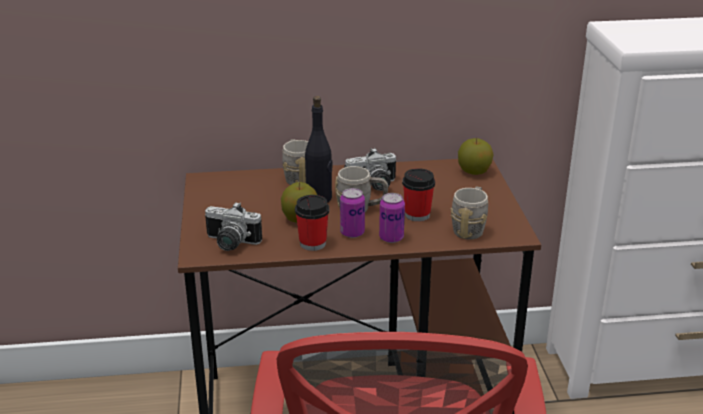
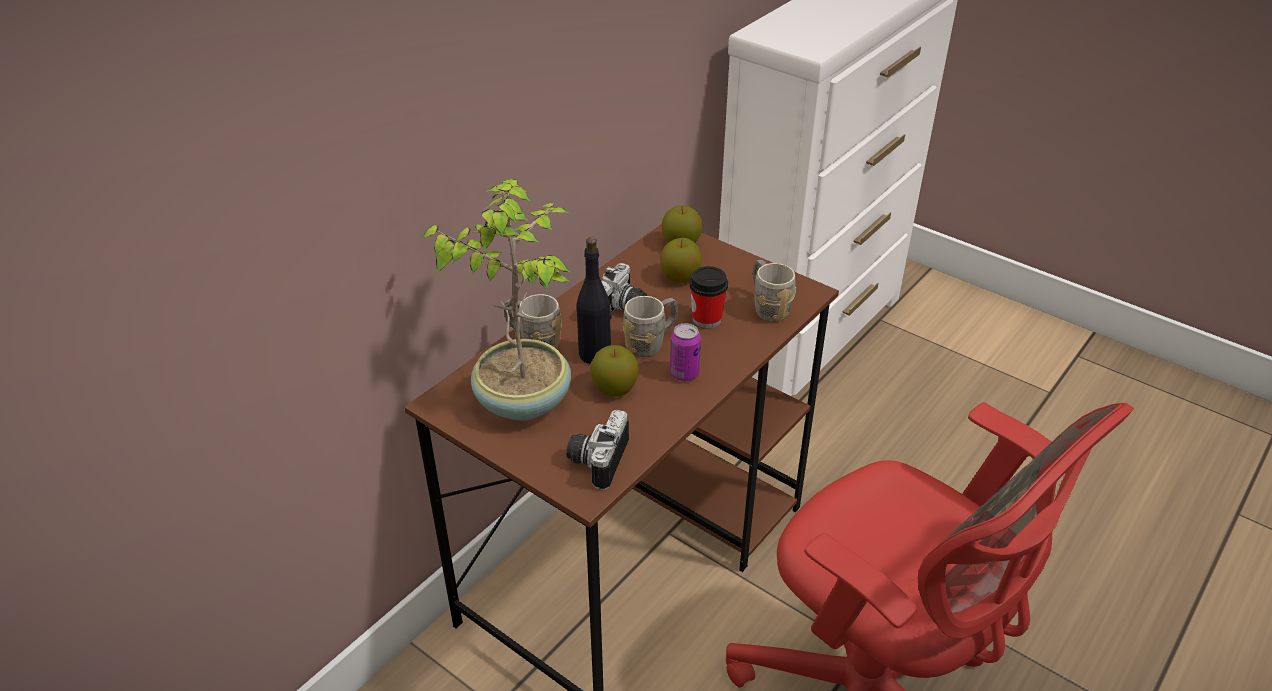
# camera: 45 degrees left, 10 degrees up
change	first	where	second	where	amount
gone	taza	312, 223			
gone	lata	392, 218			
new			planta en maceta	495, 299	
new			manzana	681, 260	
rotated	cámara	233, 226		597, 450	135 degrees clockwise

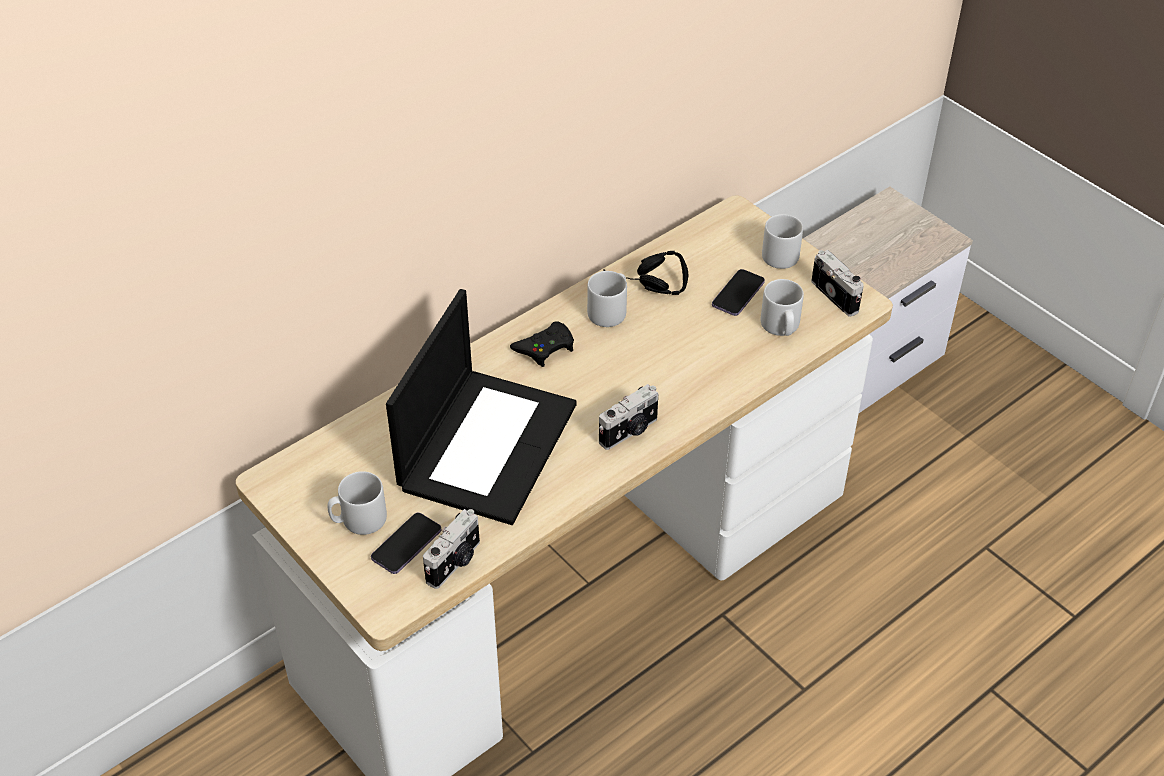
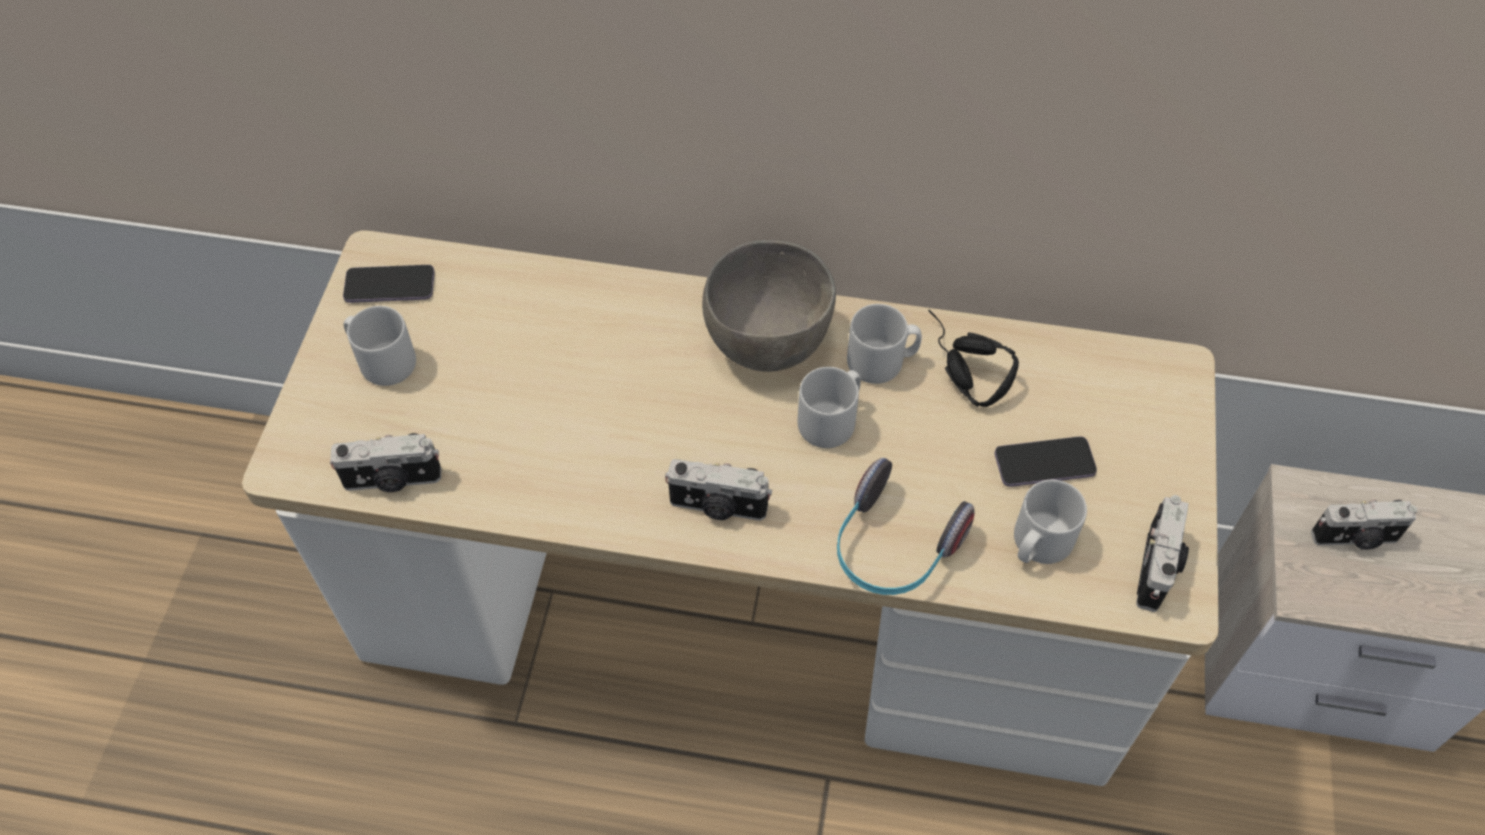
# camera: 50 degrees right, 10 degrees up
change	first	where	second	where	amount
gone	portátil	481, 407			
new			auriculares	905, 526	
new			cámara	1364, 525	
shifted	móvil	406, 543		389, 284	
shifted	taza grande (gris)	782, 241		829, 407	
swapped	mando de consola (negro)	542, 344	cuenco (gris)	769, 306	

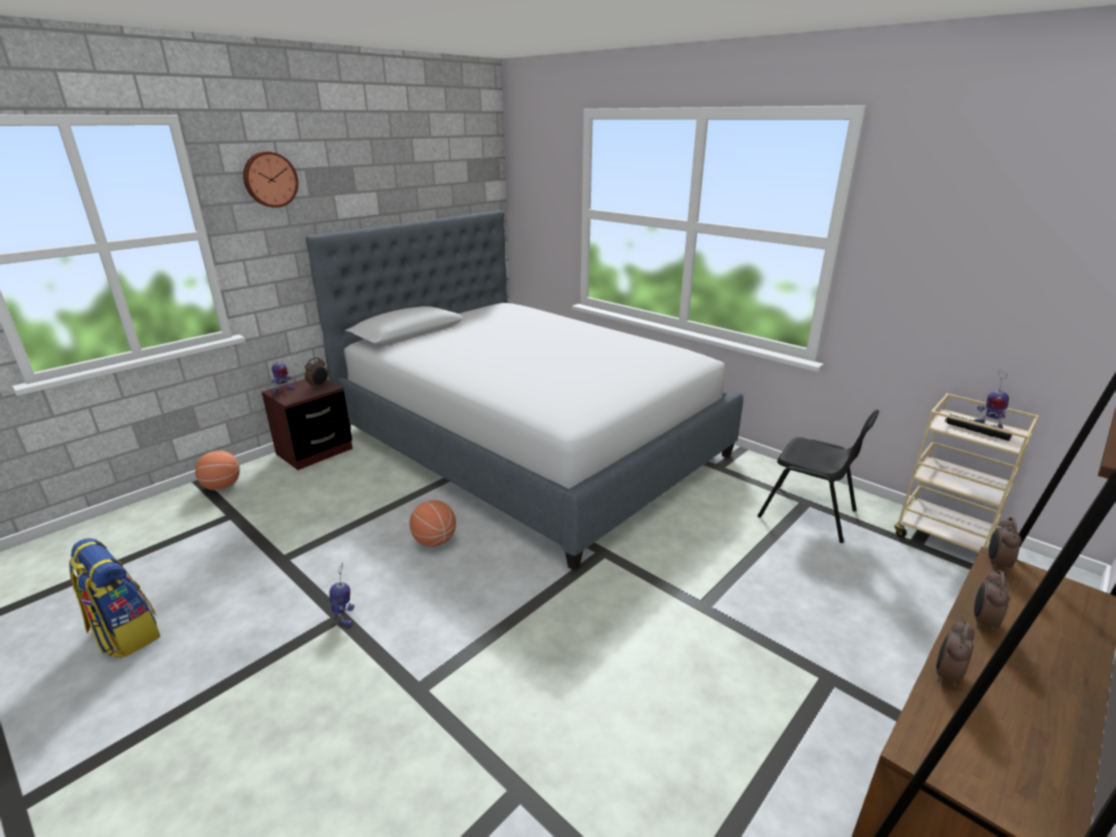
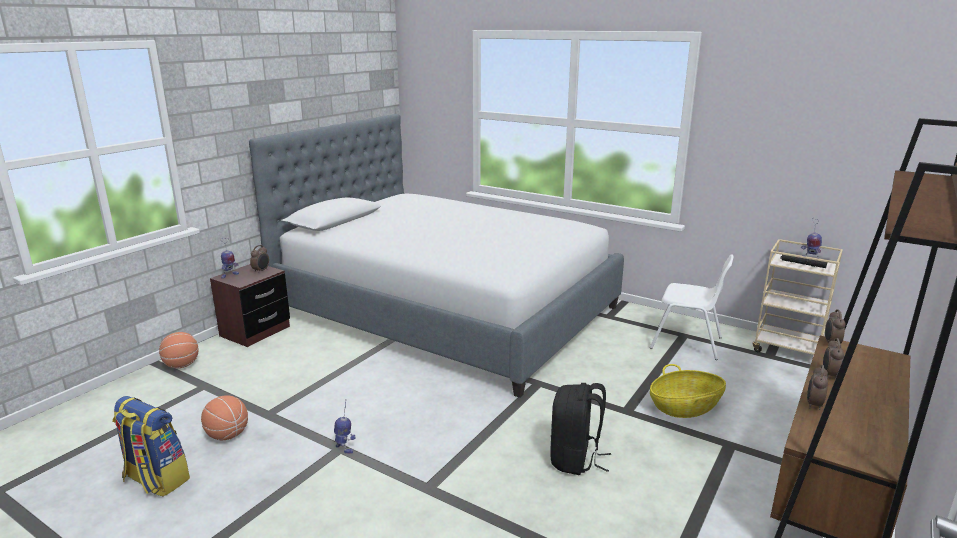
# camera: 10 degrees left, 5 degrees down
change	first	where	second	where	amount
gone	reloj de pared	270, 179			
new			mochila (negro)	580, 429	
new			cesta	688, 391	
shifted	balón de baloncesto	433, 523		224, 417	
repainted	silla (negro)	819, 476	silla (blanco)	692, 307	

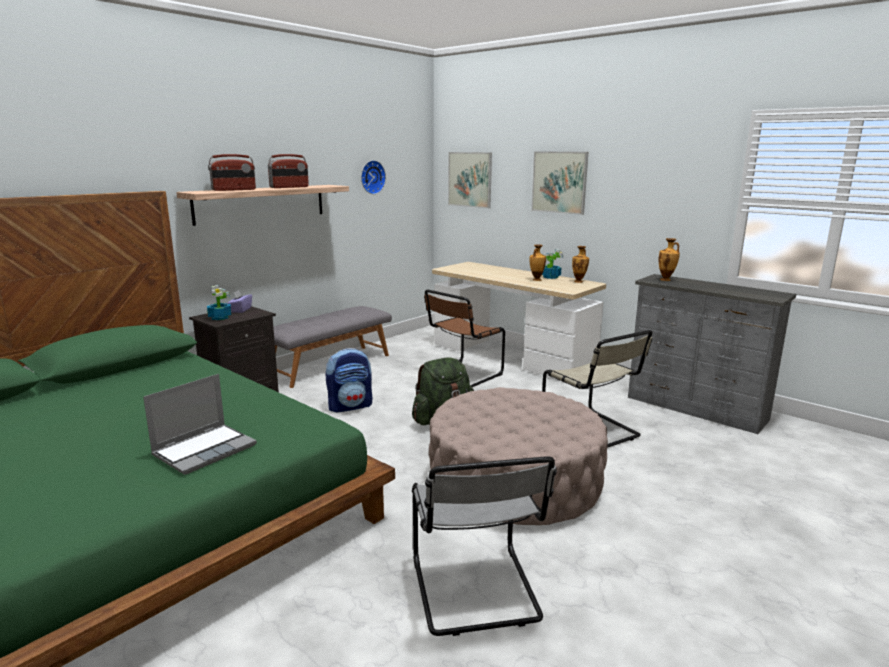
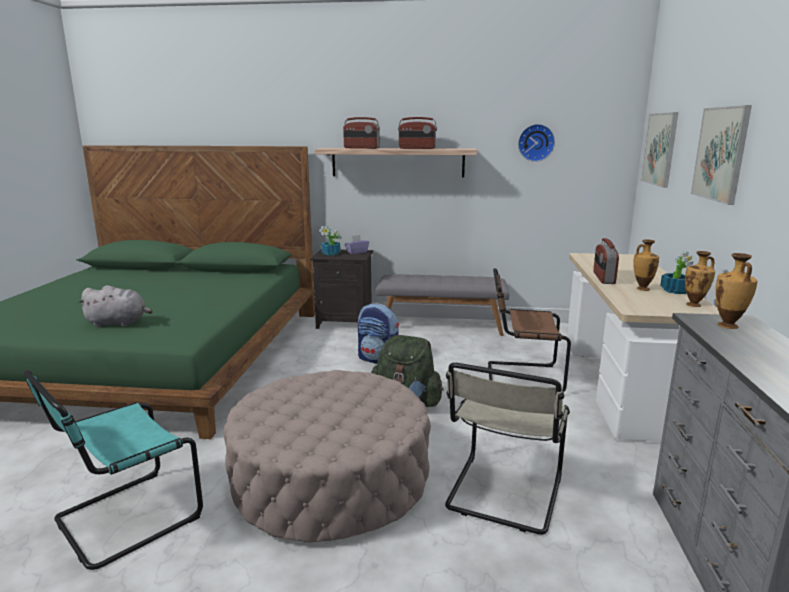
# camera: 55 degrees right, 0 degrees up
change	first	where	second	where	amount
new			radio	606, 261	
swapped	portátil	200, 424	peluche (gris)	115, 306	
repainted	silla (gris)	484, 546	silla (turquesa)	113, 470	

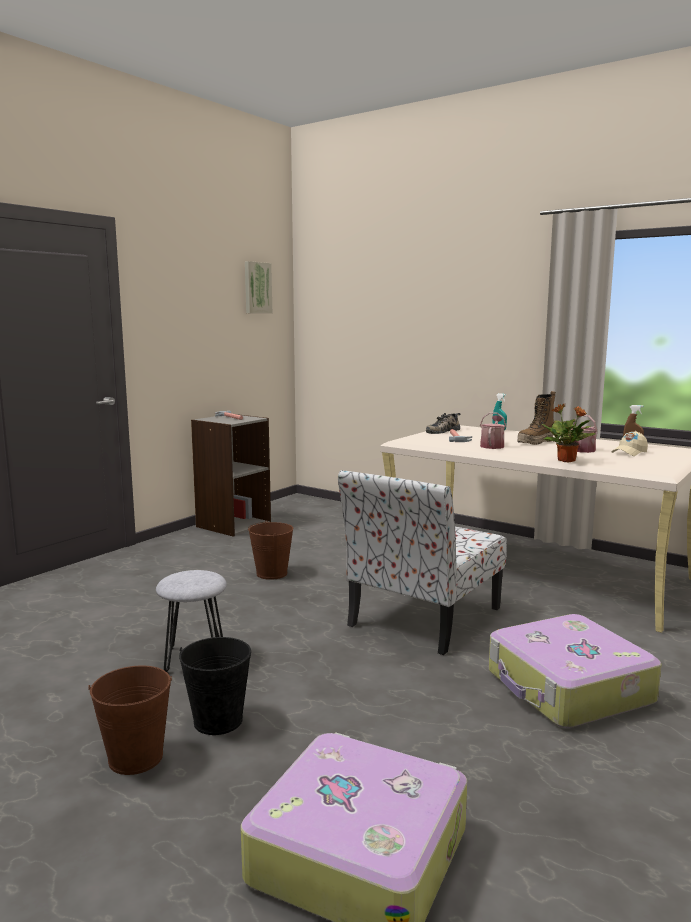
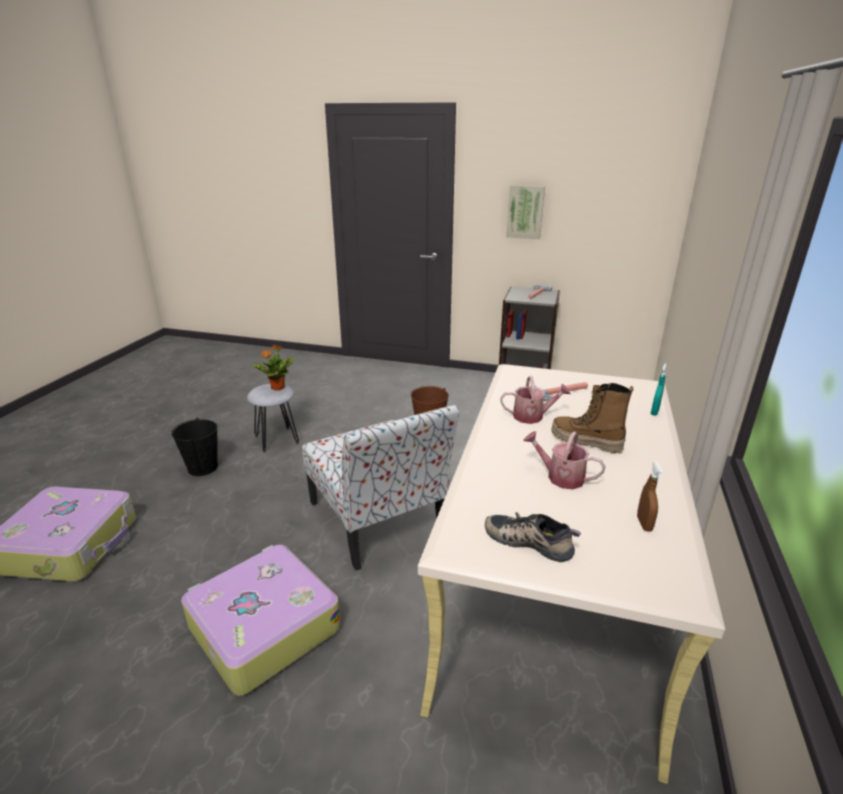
# camera: 70 degrees right, 15 degrees up
change	first	where	second	where	amount
gone	cubo (marrón)	130, 720			
gone	gorra (beis)	630, 443			
shifted	cuadro	258, 287		525, 212	
shifted	zapato	443, 423		533, 537	
shifted	planta en maceta	569, 433		273, 367	
rotated	silla	422, 562		380, 487	135 degrees counterclockwise

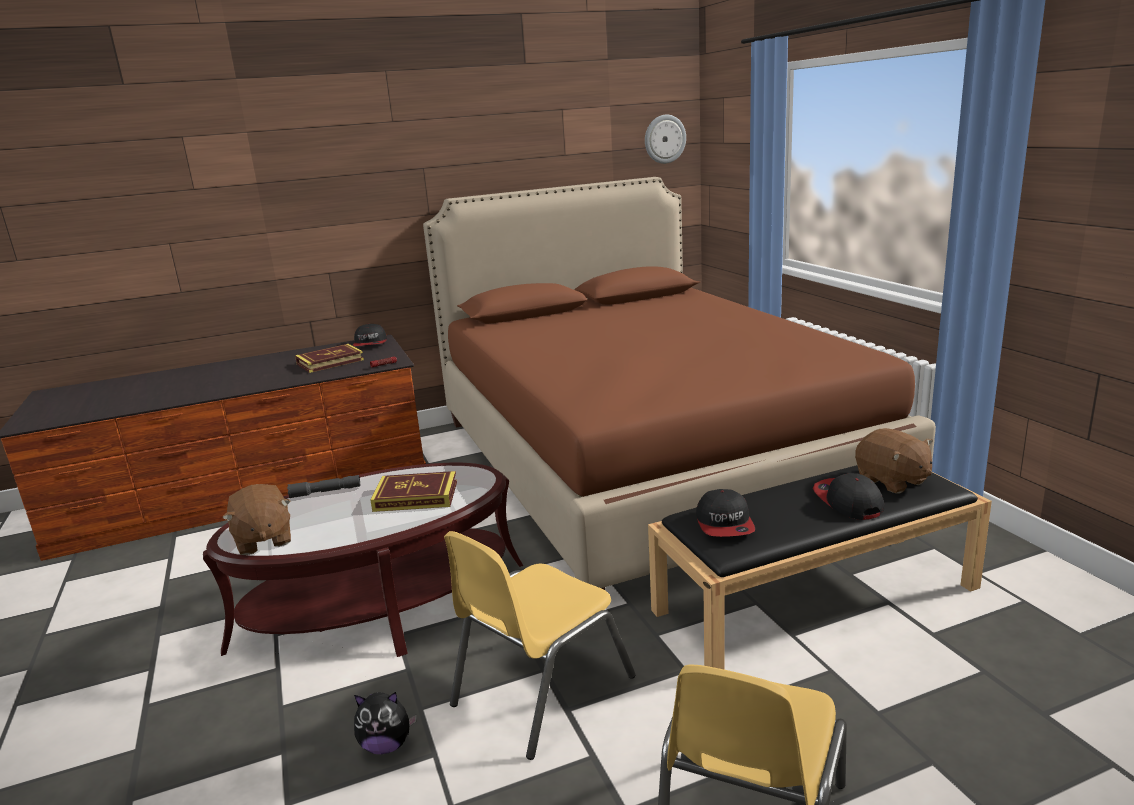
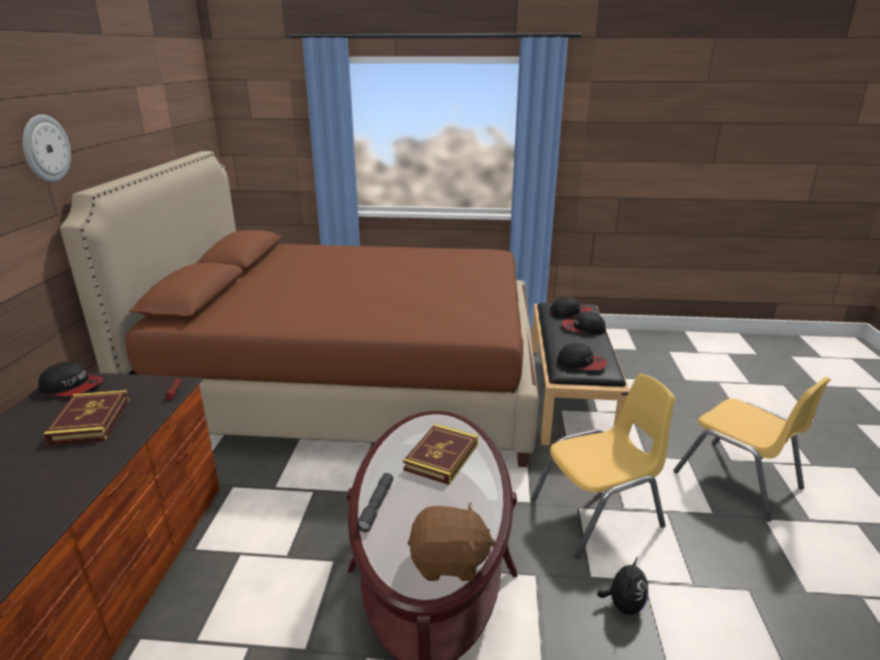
# camera: 65 degrees left, 5 degrees up
change	first	where	second	where	amount
shifted	reloj de pared	665, 139		47, 148	
swapped	peluche (marrón)	894, 461	gorra	571, 307	
rotated	silla (amarillo)	540, 645		603, 466	90 degrees counterclockwise

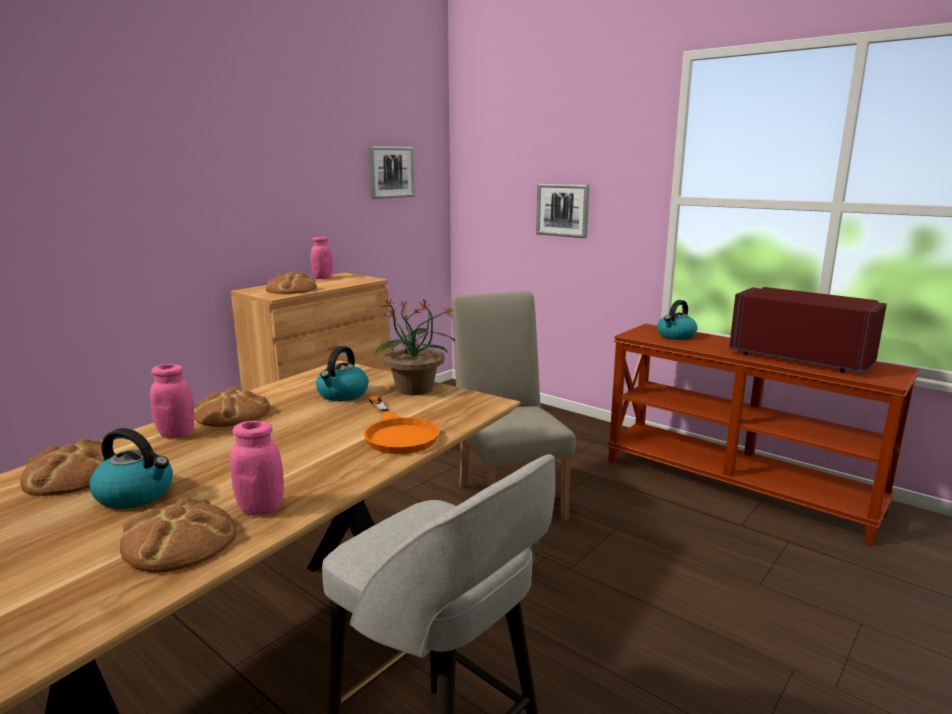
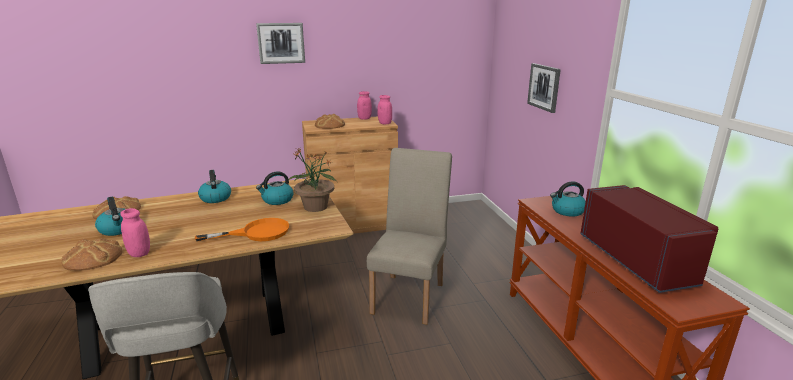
# camera: 35 degrees right, 5 degrees up
change	first	where	second	where	amount
shifted	tarro (rosa)	172, 401		385, 109	
shifted	cuadro	392, 172		280, 43	
swapped	pan	233, 406	hervidor	214, 186	
rotated	sartén (naranja)	402, 425		242, 229	120 degrees counterclockwise

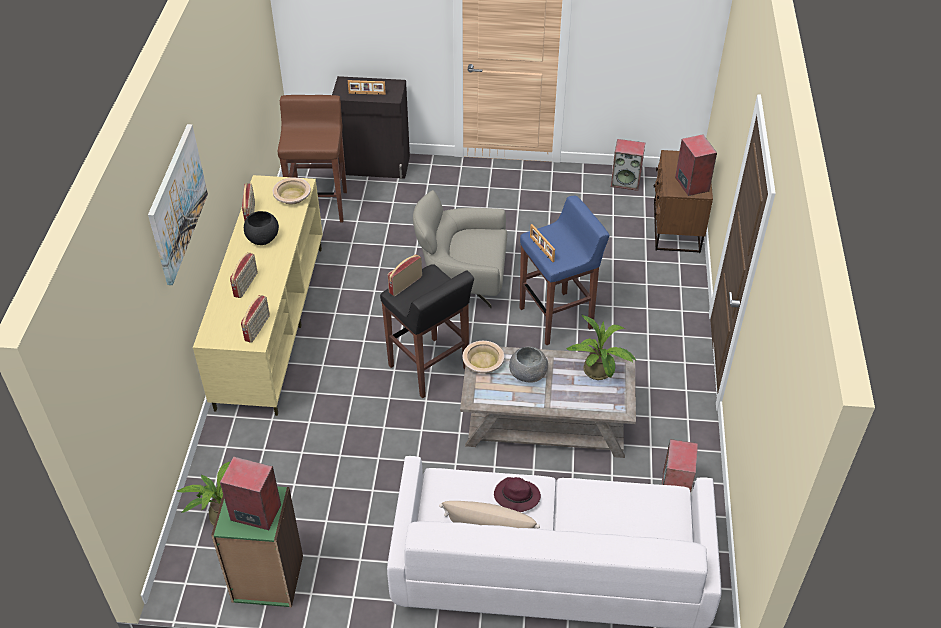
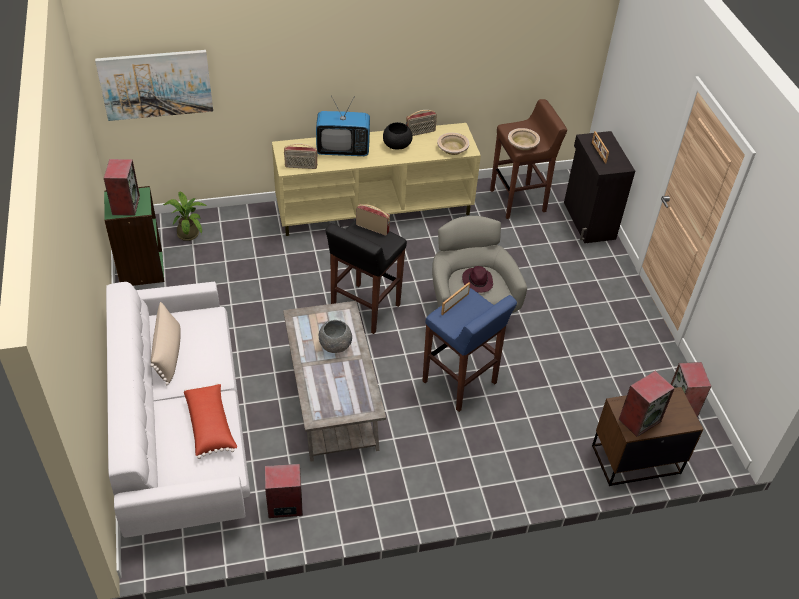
# camera: 70 degrees right, 0 degrees up
change	first	where	second	where	amount
gone	planta en maceta	601, 347			
new			cojín (rojo)	210, 421	
shifted	cuadro	178, 204		154, 85	
shifted	cuenco (beis)	483, 357		524, 139	
shifted	sombrero (morado)	517, 494		477, 279	
swapped	radio	244, 275	televisor	343, 126	

